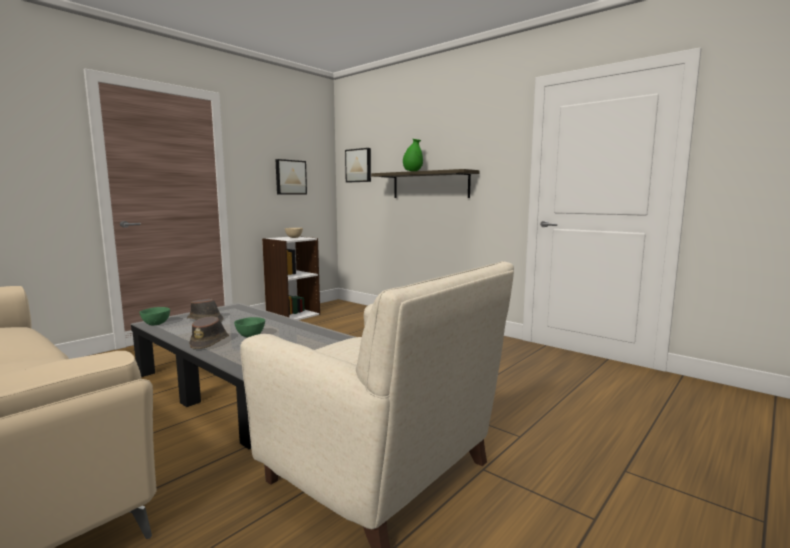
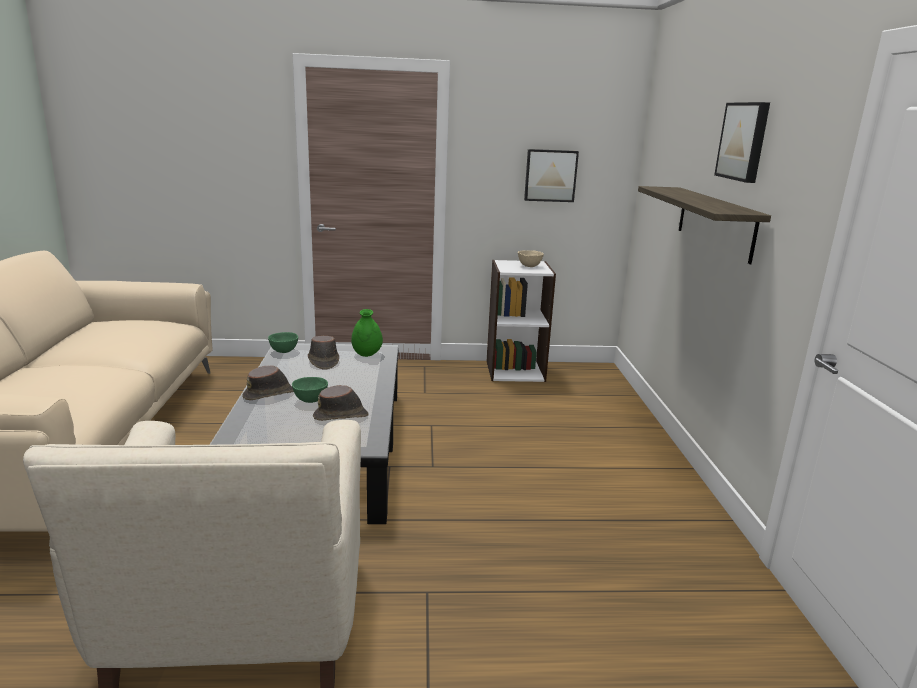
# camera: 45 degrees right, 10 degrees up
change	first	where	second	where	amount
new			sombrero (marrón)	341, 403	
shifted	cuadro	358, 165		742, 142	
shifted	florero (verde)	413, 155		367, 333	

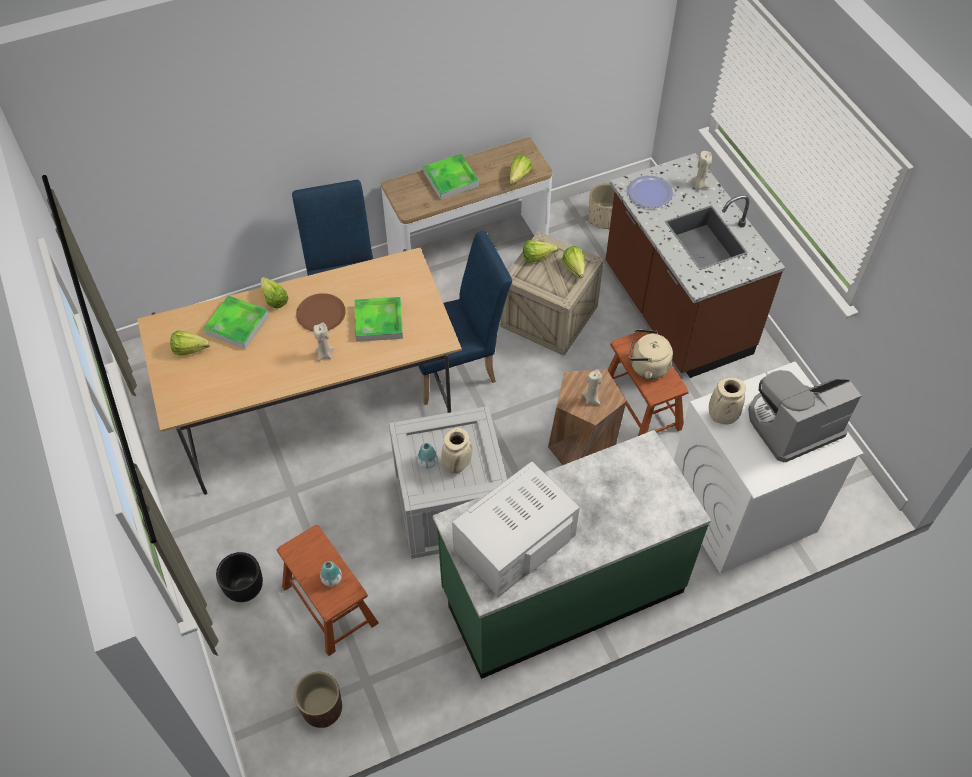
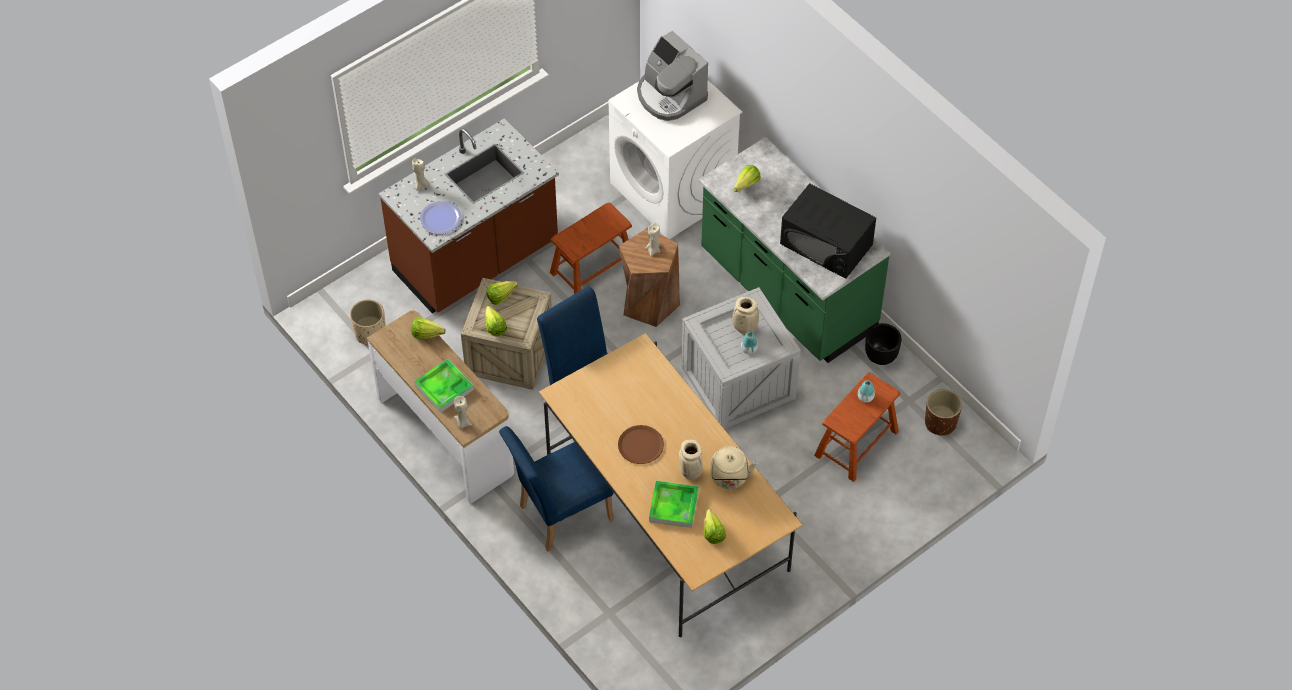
# camera: 105 degrees left, 0 degrees up
change	first	where	second	where	amount
gone	bandeja	379, 319			
shifted	maceta (negro)	239, 577		883, 344	
shifted	lechuga	275, 292		747, 178	
shifted	vela (beis)	324, 341		463, 412	
shifted	hervidor (beis)	651, 354		733, 467	
shifted	florero (beis)	727, 401		691, 459	
repainted	microondas (blanco)	516, 529	microondas (negro)	828, 230	

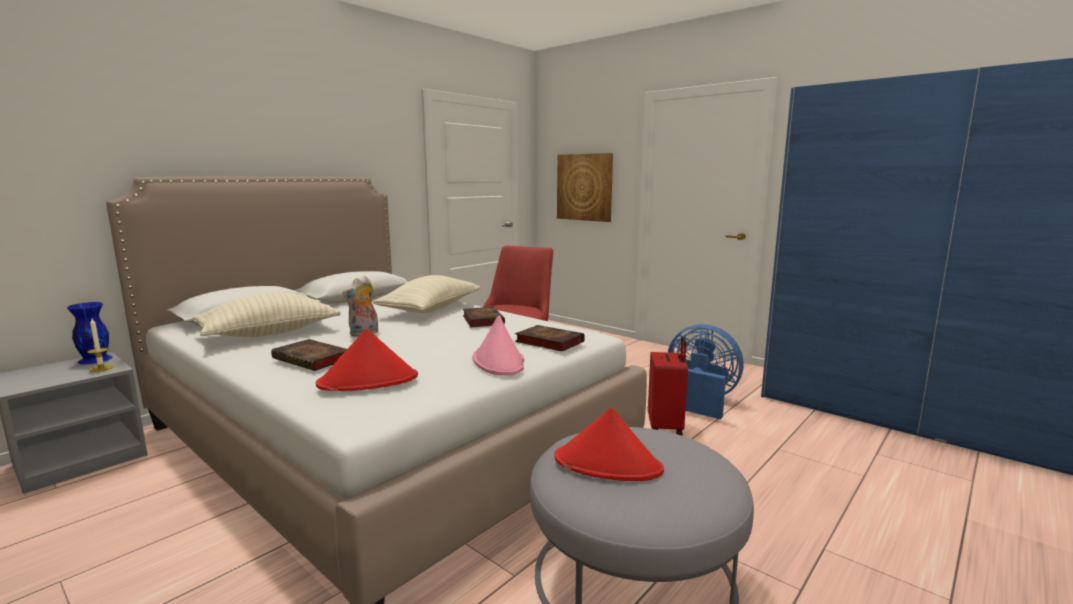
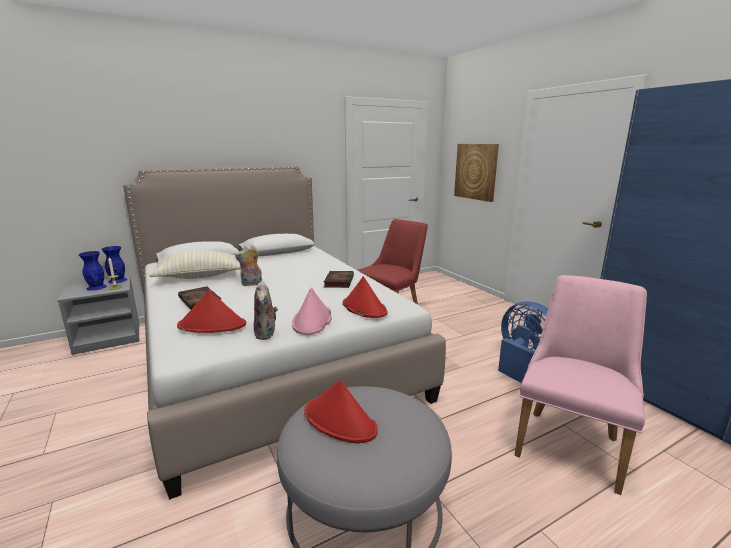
# camera: 20 degrees right, 5 degrees up
change	first	where	second	where	amount
gone	cojín (beis)	427, 294			
gone	maleta (rojo)	668, 386			
new			florero (azul)	93, 271	
new			peluche	266, 310	
new			silla (rosa)	581, 385	
swapped	libro	550, 338	sombrero (rojo)	365, 297	

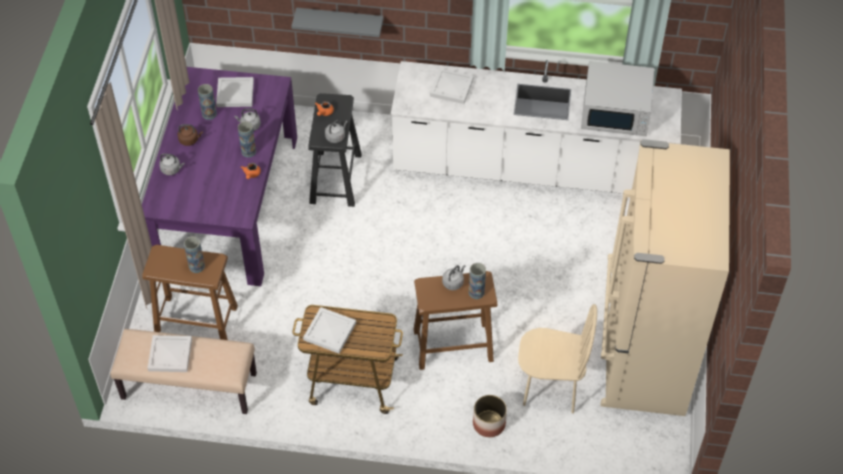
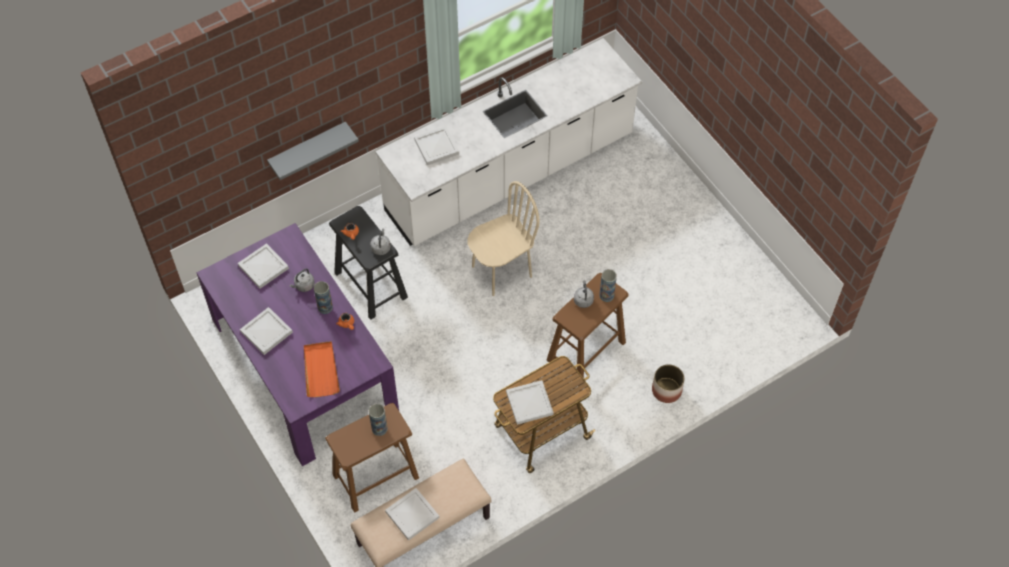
# camera: 40 degrees left, 5 degrees up
change	first	where	second	where	amount
gone	hervidor (gris)	172, 164			
gone	florero	207, 102			
gone	microondas (blanco)	617, 98			
gone	nevera (beis)	665, 277			
new			bandeja (naranja)	322, 369	
shifted	silla (beis)	557, 359		503, 238	
swapped	hervidor (marrón)	190, 135	bandeja (blanco)	266, 331	

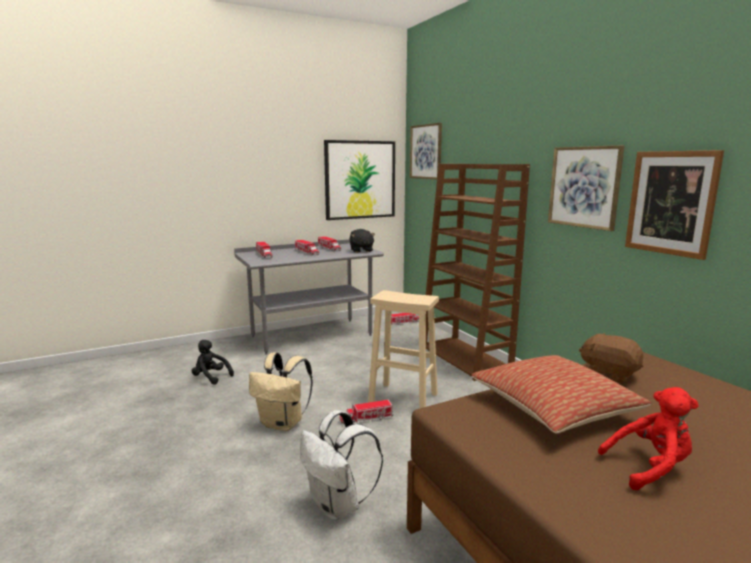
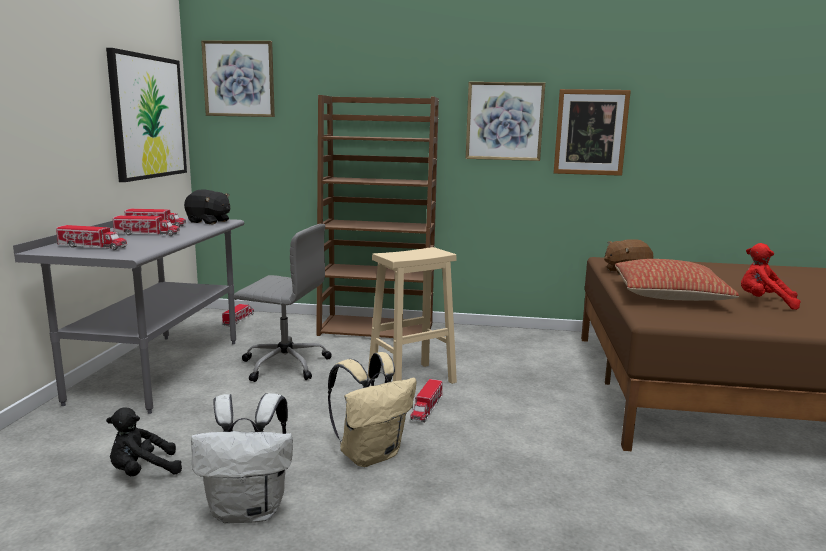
# camera: 55 degrees left, 0 degrees up
change	first	where	second	where	amount
new			silla de oficina (gris)	283, 303	
shifted	mochila (blanco)	341, 465		242, 458	
rotated	peluche (rojo)	648, 438		771, 276	90 degrees counterclockwise

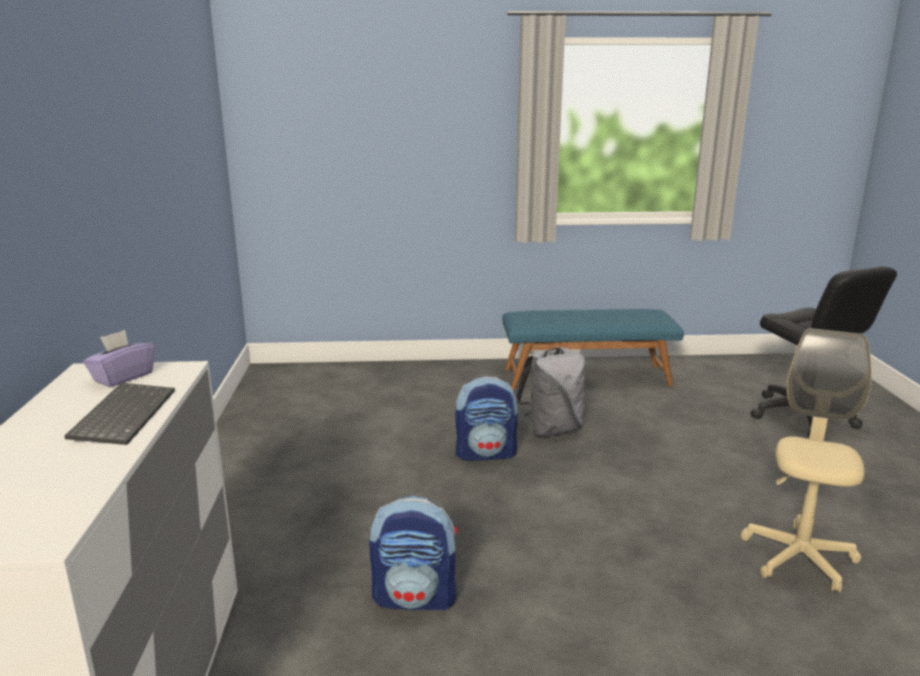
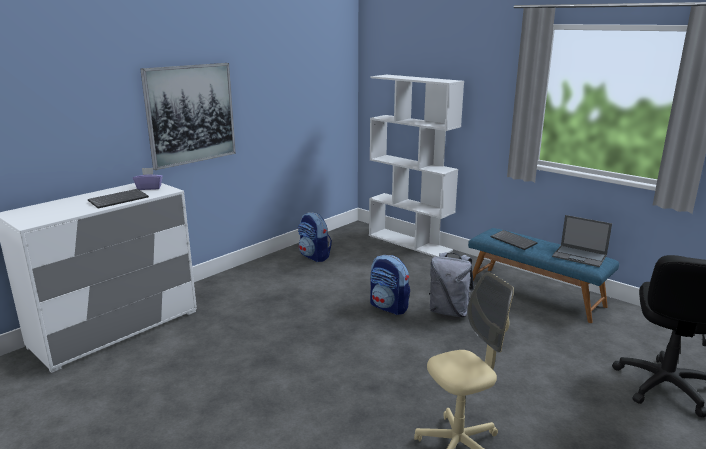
# camera: 45 degrees right, 0 degrees up
change	first	where	second	where	amount
new			cuadro	188, 116	
new			estantería (blanco)	416, 166	
new			teclado	514, 240	
new			portátil	582, 241	
shifted	mochila	413, 553		315, 237	

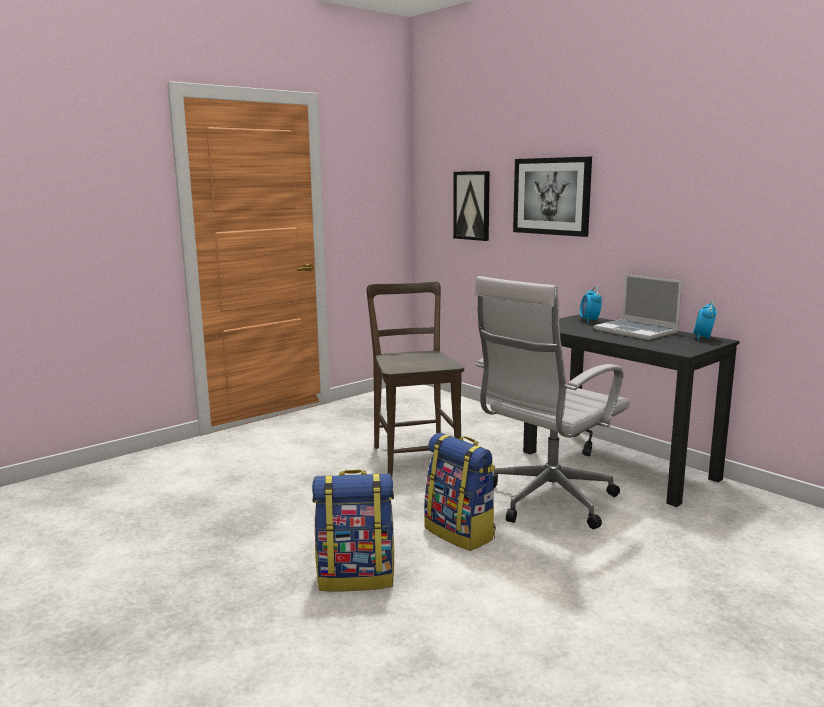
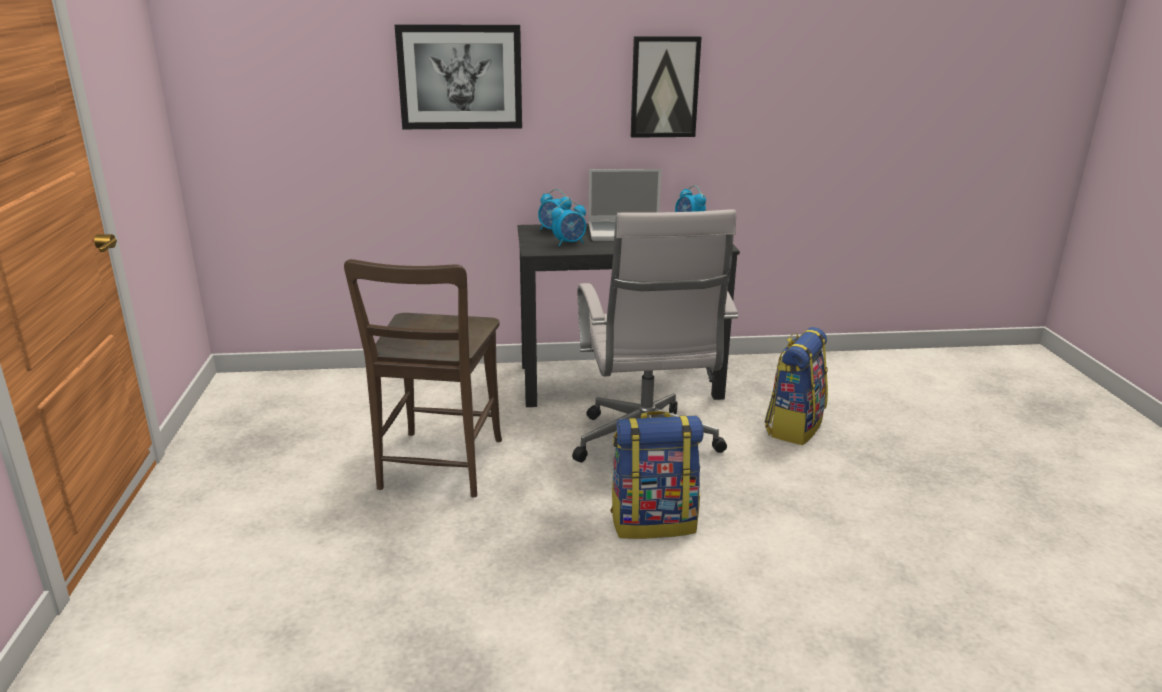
# camera: 55 degrees left, 10 degrees up
change	first	where	second	where	amount
new			despertador	568, 223	
shifted	mochila	353, 531		796, 386	
shifted	cuadro	471, 206		666, 87	
rotated	silla (marrón)	415, 378		423, 378	105 degrees counterclockwise

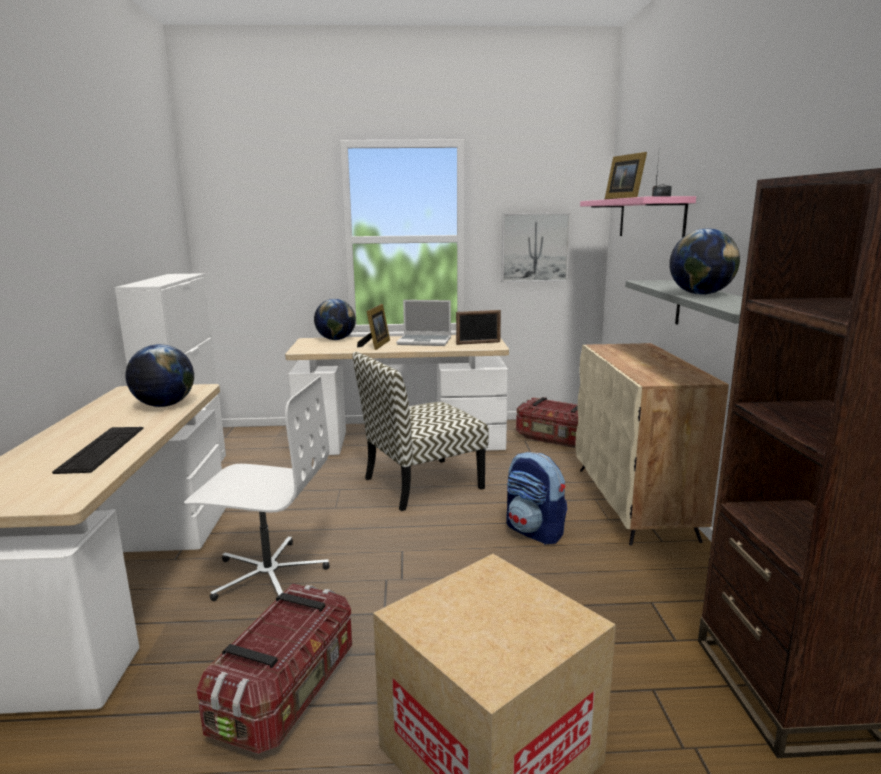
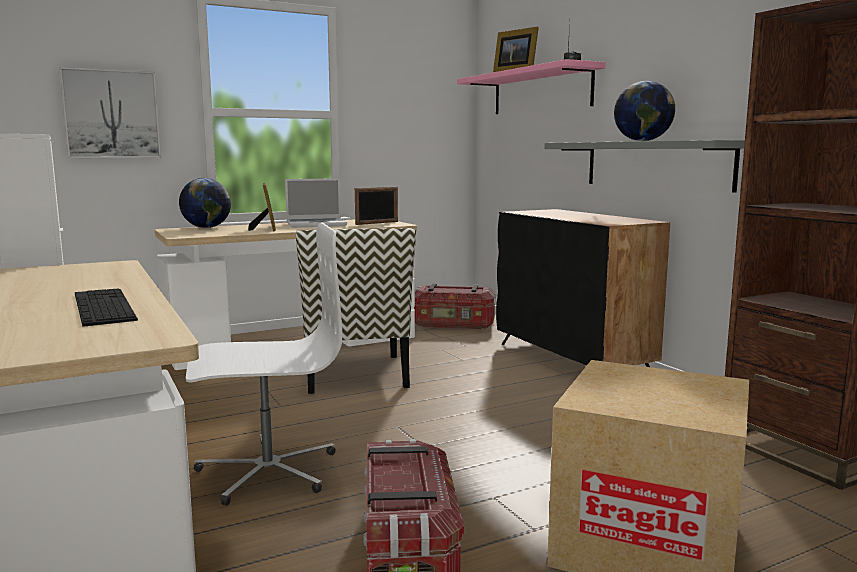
# camera: 25 degrees left, 5 degrees down
change	first	where	second	where	amount
gone	globo terráqueo	159, 375			
gone	mochila	536, 498			
shifted	cuadro	536, 247		110, 112	
repainted	armario (beis)	652, 444	armario (negro)	583, 288	
rotated	silla	421, 431		356, 311	45 degrees counterclockwise

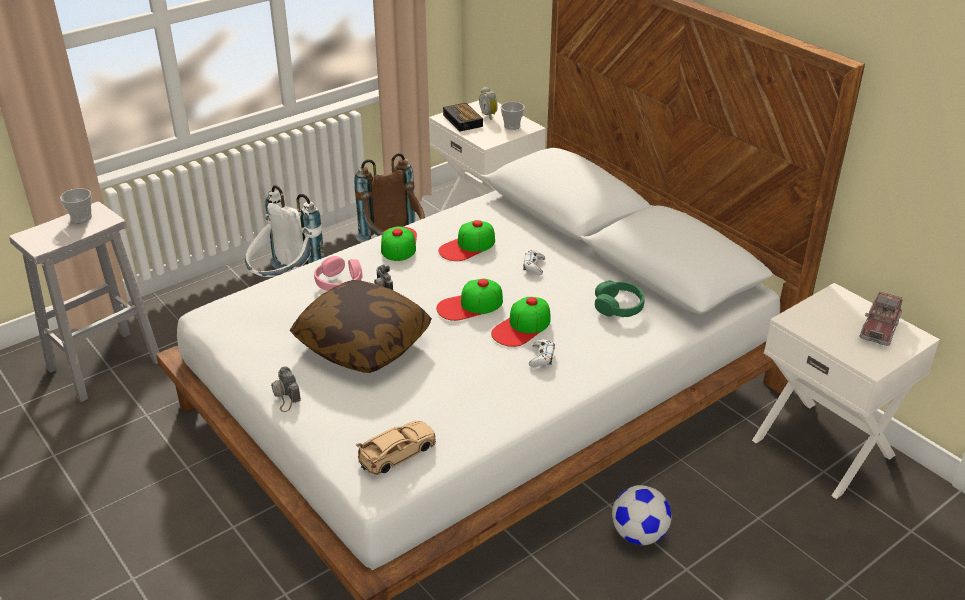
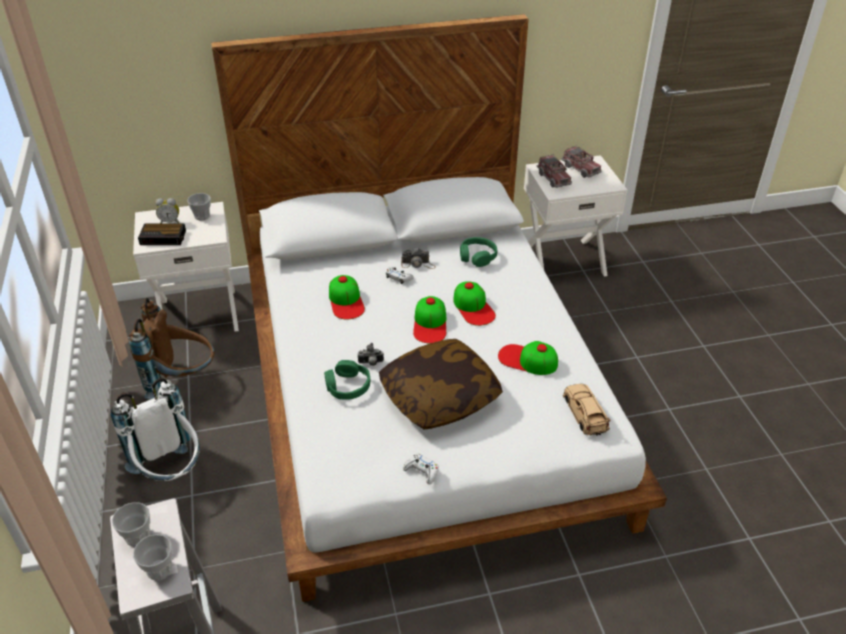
# camera: 65 degrees left, 5 degrees up
change	first	where	second	where	amount
gone	balón de fútbol	642, 515			
new			taza	153, 557	
new			camión de juguete	554, 171	
shifted	cámara	286, 389		418, 258	
shifted	gorra	399, 243		528, 358	
shifted	mando de consola (blanco)	542, 353		421, 469	
repainted	auriculares (rosa)	338, 273	auriculares (verde)	347, 380	

